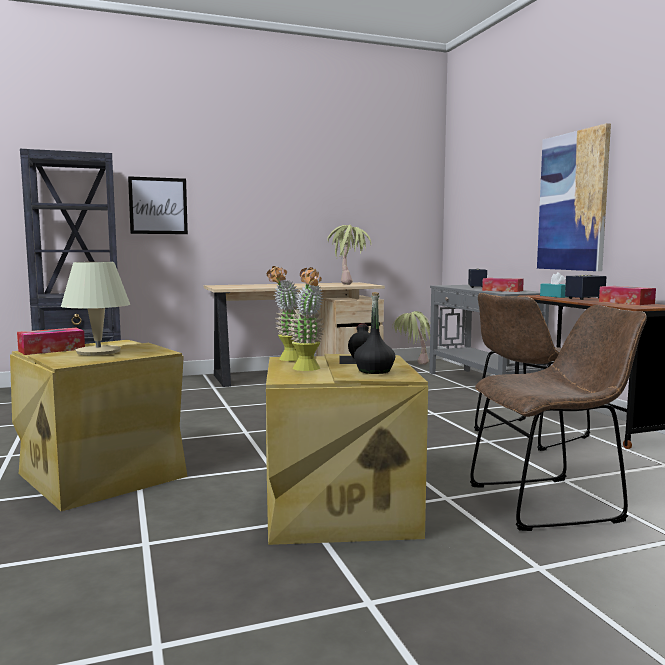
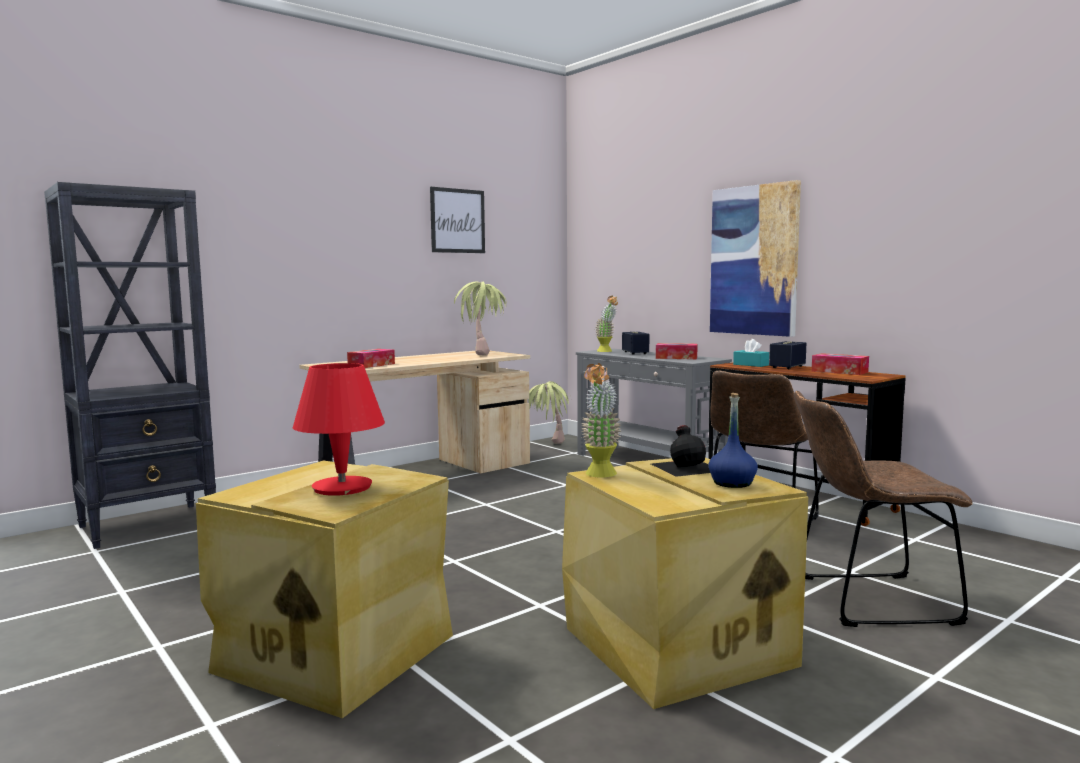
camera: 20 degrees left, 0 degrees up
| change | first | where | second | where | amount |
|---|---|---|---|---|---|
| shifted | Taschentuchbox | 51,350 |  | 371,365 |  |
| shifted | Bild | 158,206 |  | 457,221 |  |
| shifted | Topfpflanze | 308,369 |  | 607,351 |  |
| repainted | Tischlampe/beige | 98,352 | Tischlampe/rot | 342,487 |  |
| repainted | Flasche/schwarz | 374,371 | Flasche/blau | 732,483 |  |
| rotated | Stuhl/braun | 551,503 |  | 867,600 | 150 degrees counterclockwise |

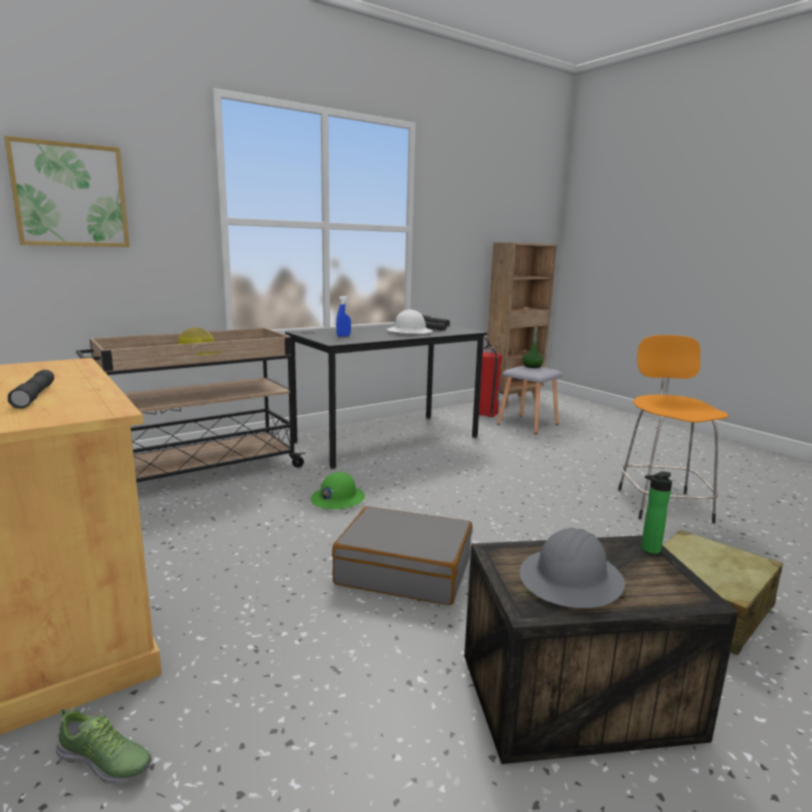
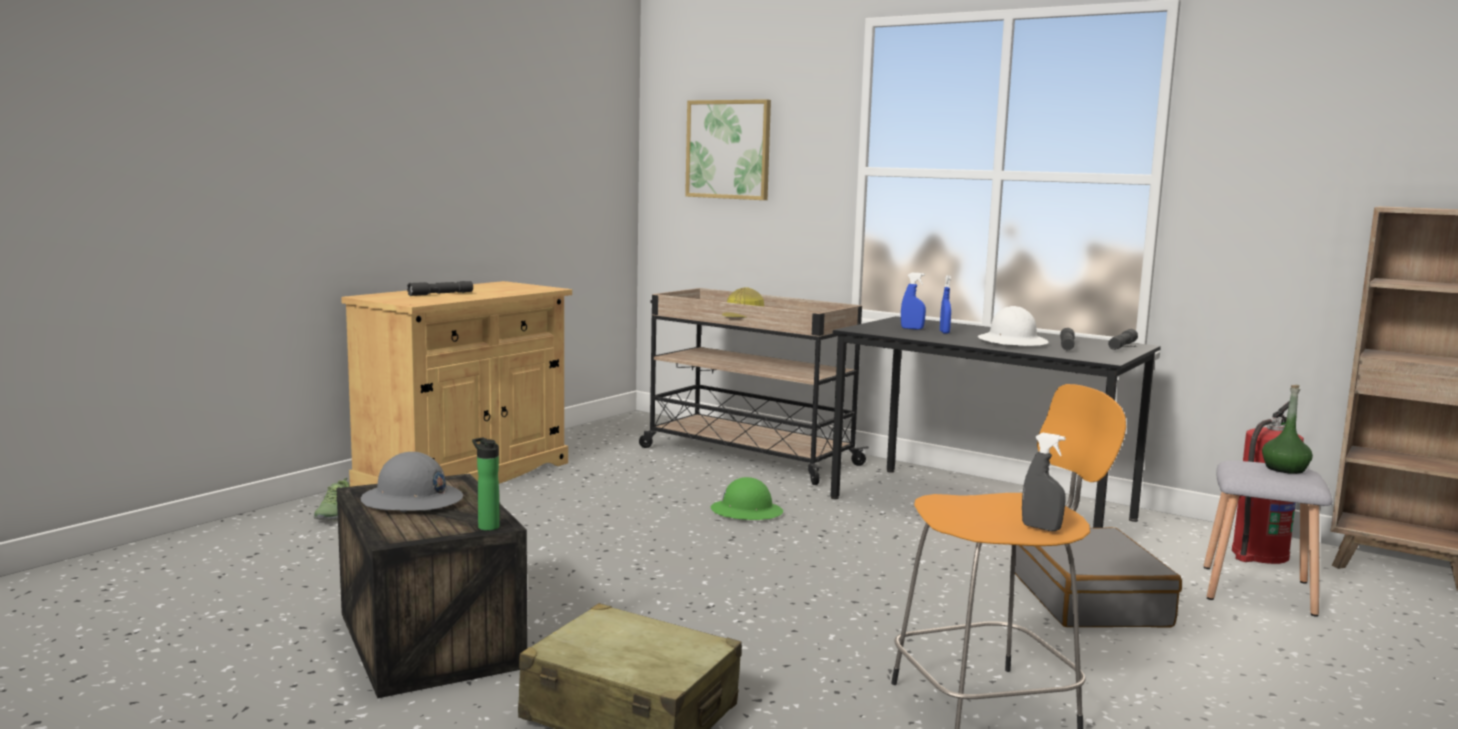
camera: 70 degrees right, 5 degrees down
| change | first | where | second | where | amount |
|---|---|---|---|---|---|
| new |  |  | Sprühflasche/blau | 944,332 |  |
| new |  |  | Sprühflasche/grau | 1041,528 |  |
| shifted | Koffer/grau | 404,571 |  | 1091,600 |  |

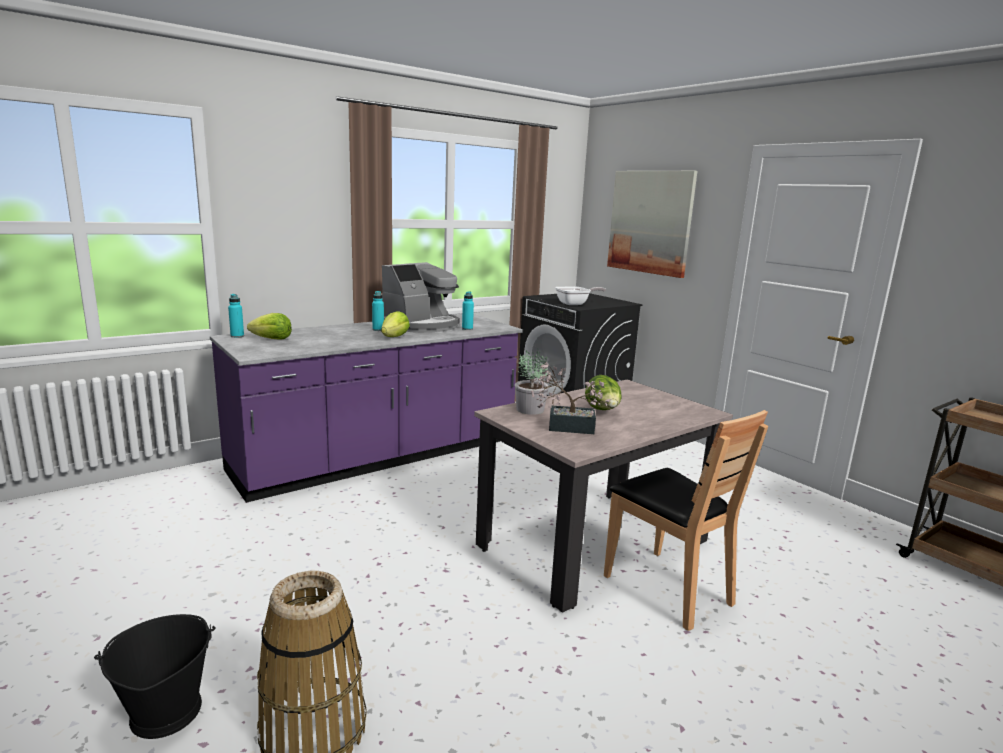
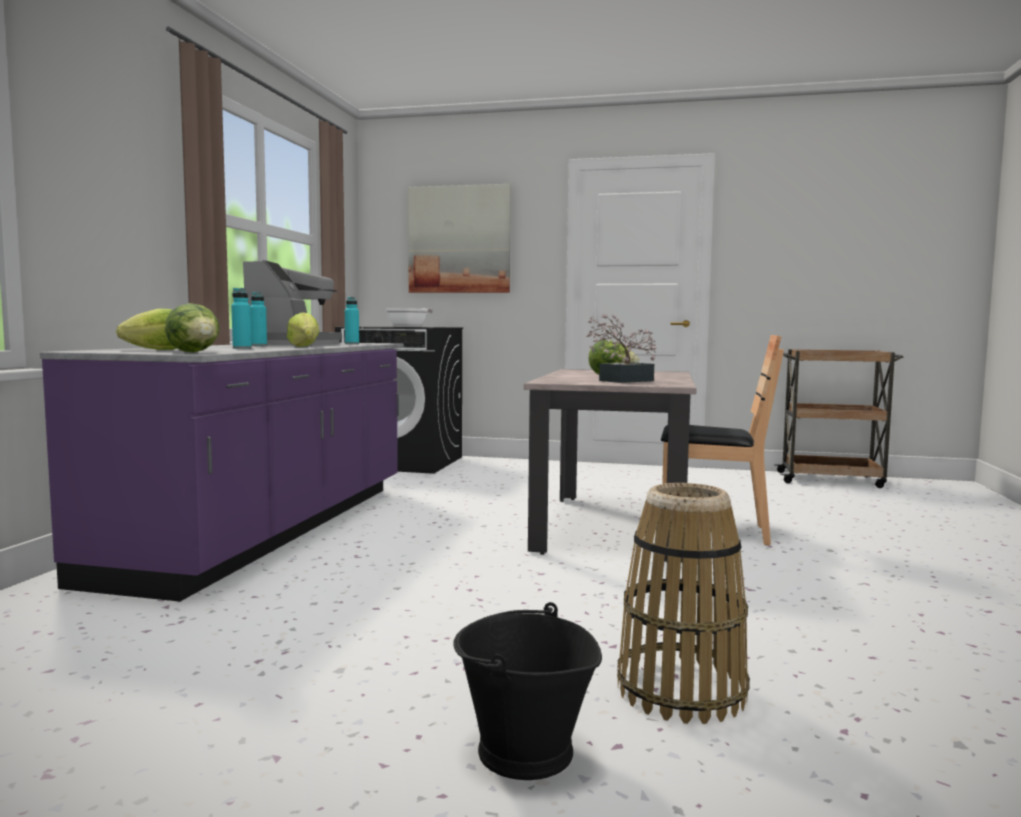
camera: 40 degrees left, 10 degrees down
| change | first | where | second | where | amount |
|---|---|---|---|---|---|
| gone | Topfpflanze | 529,409 |  |  |  |
| new |  |  | Salatkopf | 195,352 |  |
| shifted | Flasche/türkis | 237,336 |  | 242,348 |  |

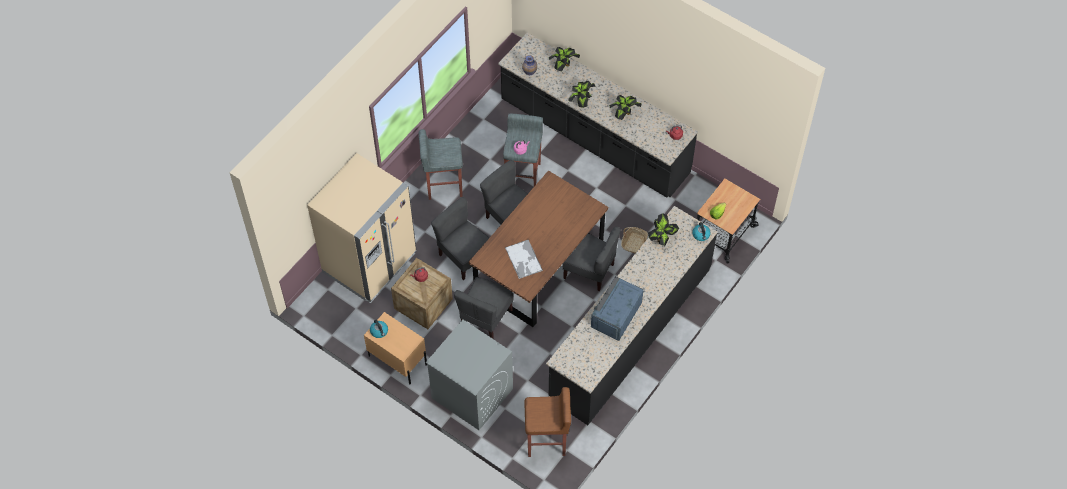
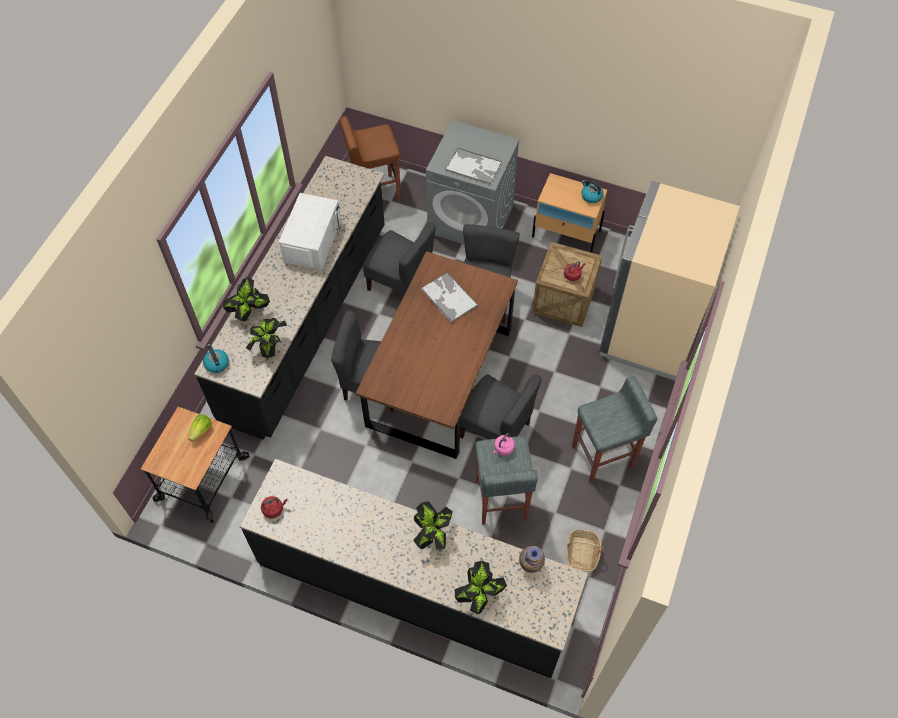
camera: 165 degrees right, 0 degrees up
| change | first | where | second | where | amount |
|---|---|---|---|---|---|
| new |  |  | Tablett | 474,167 |  |
| shifted | Stuhl/grau | 464,256 |  | 400,283 |  |
| shifted | Topfpflanze | 624,114 |  | 249,312 |  |
| shifted | Korb | 634,243 |  | 582,553 |  |
| repainted | Mikrowelle/blau | 616,315 | Mikrowelle/weiß | 312,240 |  |

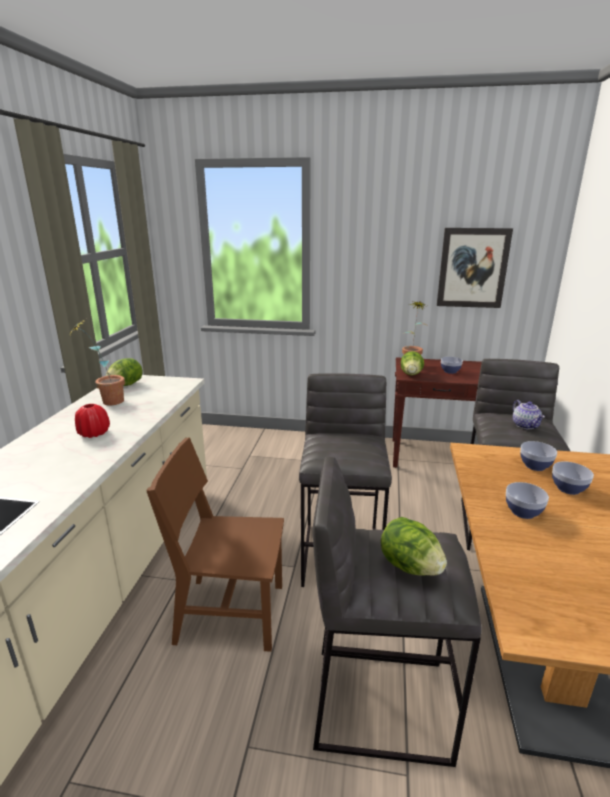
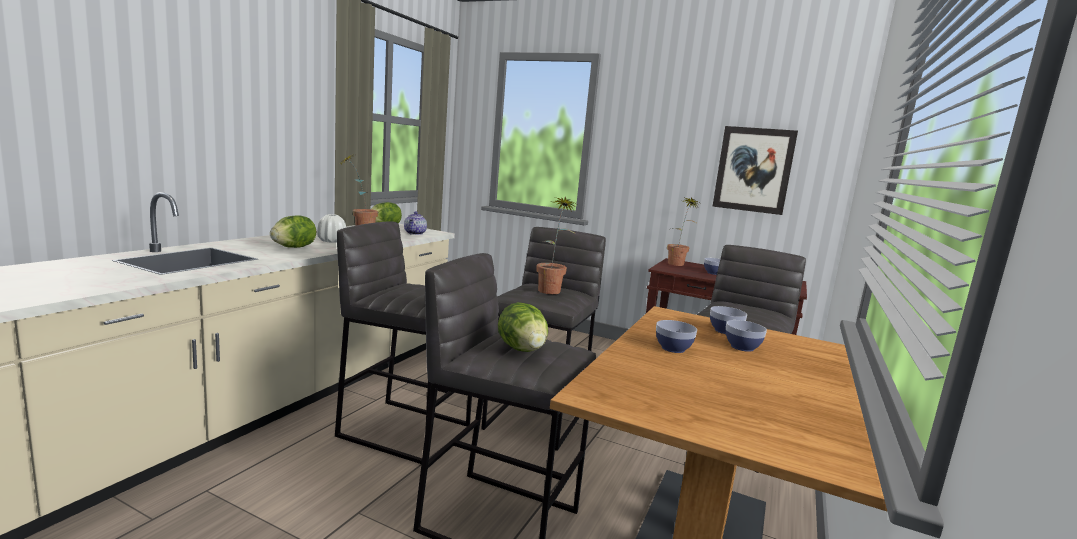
camera: 15 degrees right, 10 degrees down
| change | first | where | second | where | amount |
|---|---|---|---|---|---|
| new |  |  | Topfpflanze | 551,289 |  |
| shifted | Salatkopf | 411,374 |  | 293,247 |  |
| shifted | Teekanne | 526,425 |  | 415,233 |  |
| swapped | Stuhl/braun | 230,613 | Hocker/grau | 404,429 |  |
| repainted | Vase/rot | 94,433 | Vase/weiß | 332,241 |  |

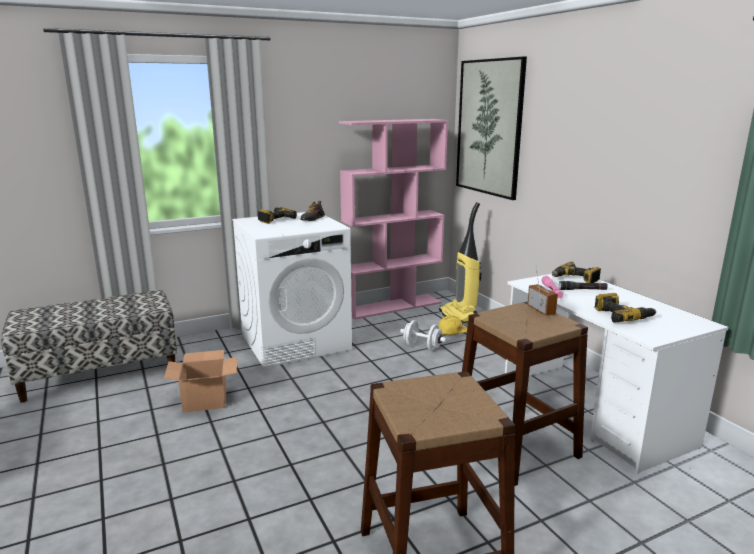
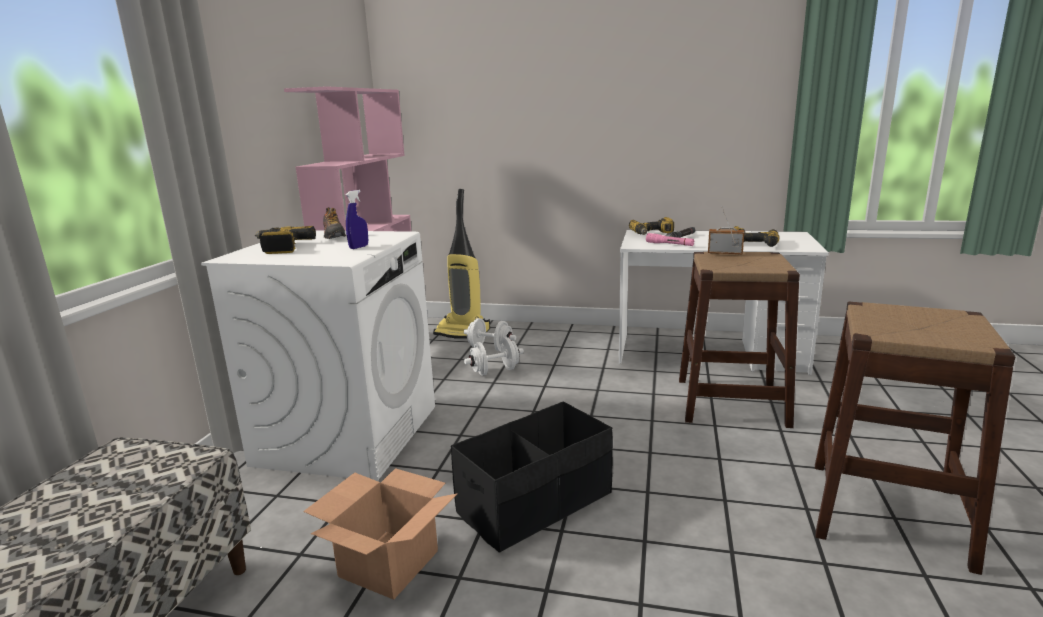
camera: 50 degrees left, 0 degrees up
| change | first | where | second | where | amount |
|---|---|---|---|---|---|
| gone | Bild | 489,127 |  |  |  |
| new |  |  | Sprühflasche/blau | 359,247 |  |
| new |  |  | Aufbewahrungsbox/schwarz | 535,503 |  |
| swapped | Schutzhelm/gelb | 451,333 | Hantel/weiß | 490,348 |  |

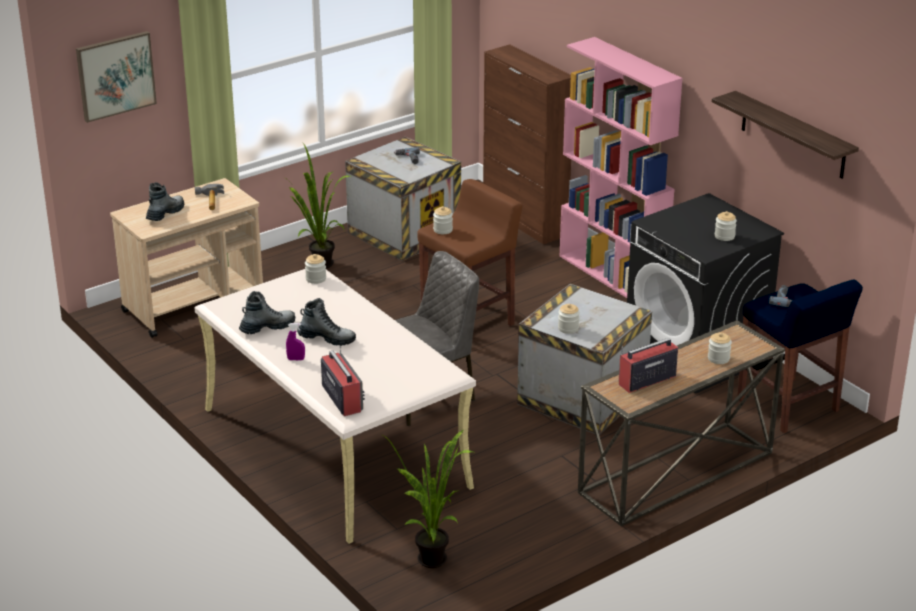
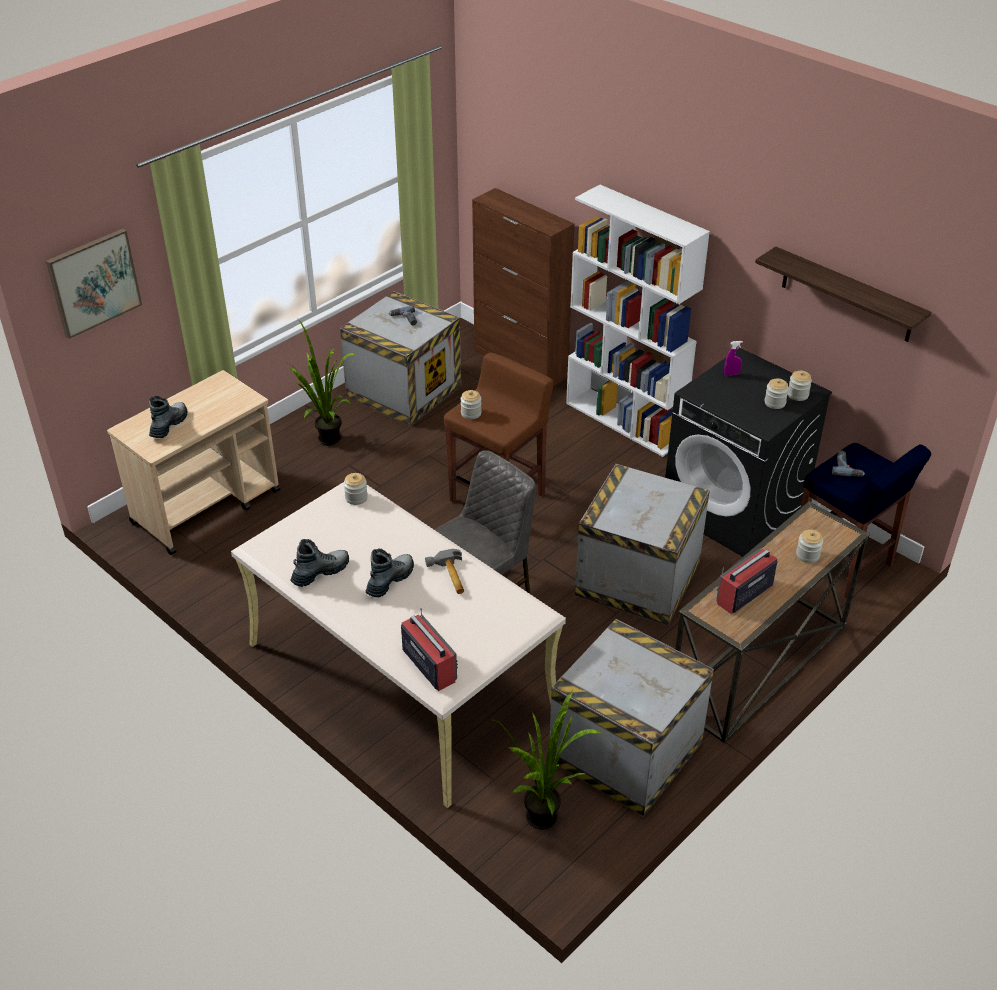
camera: 10 degrees left, 10 degrees up
| change | first | where | second | where | amount |
|---|---|---|---|---|---|
| new |  |  | Kiste | 624,752 |  |
| shifted | Hammer | 209,201 |  | 449,577 |  |
| shifted | Sprühflasche/lila | 296,359 |  | 731,374 |  |
| shifted | Vorratsglas | 568,328 |  | 798,395 |  |
| repainted | Bücherregal/rosa | 613,275 | Bücherregal/weiß | 625,421 |  |
| rotated | Stiefel | 327,338 |  | 390,580 | 60 degrees counterclockwise |

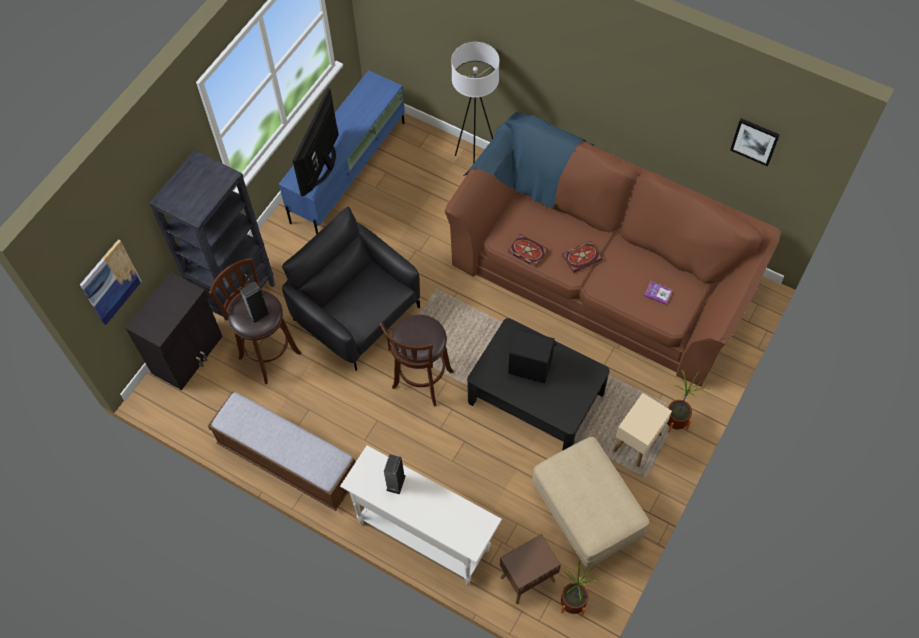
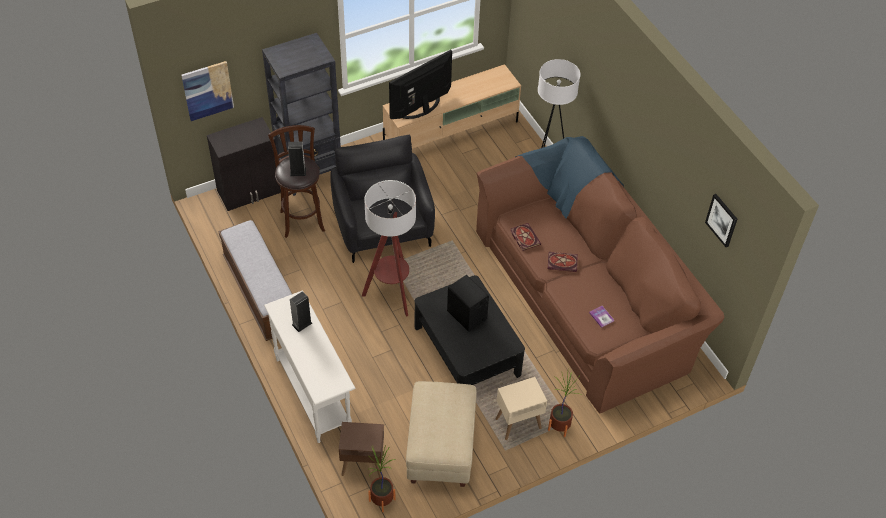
camera: 30 degrees right, 10 degrees down
| change | first | where | second | where | amount |
|---|---|---|---|---|---|
| swapped | Hocker/braun | 421,382 | Stehlampe | 392,295 |  |
| repainted | Fernsehschrank/blau | 349,171 | Fernsehschrank/beige | 452,133 |  |

